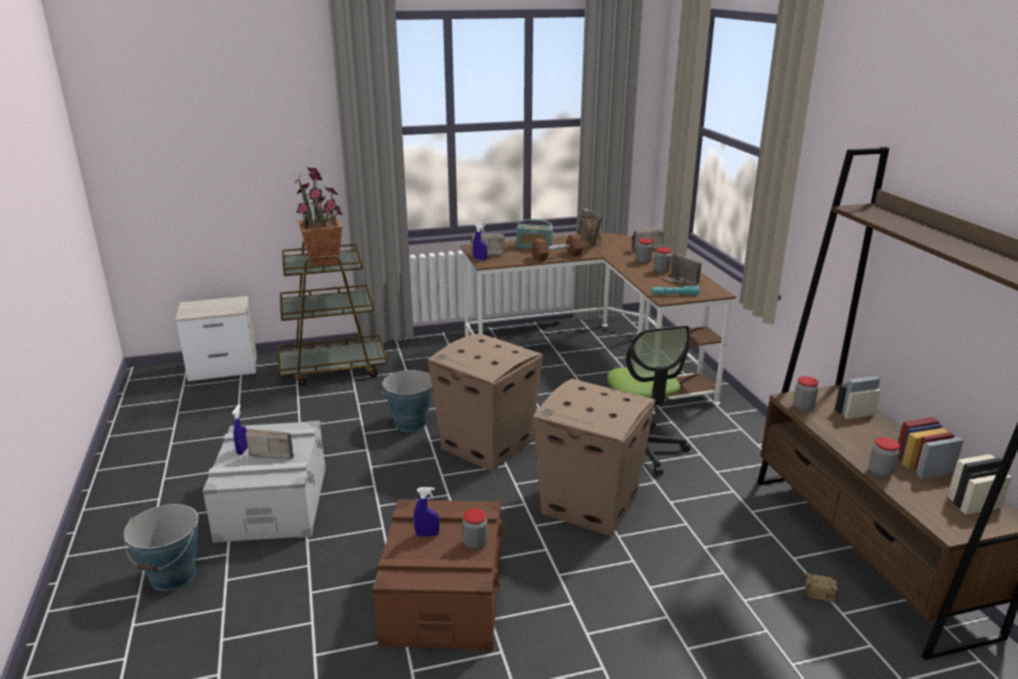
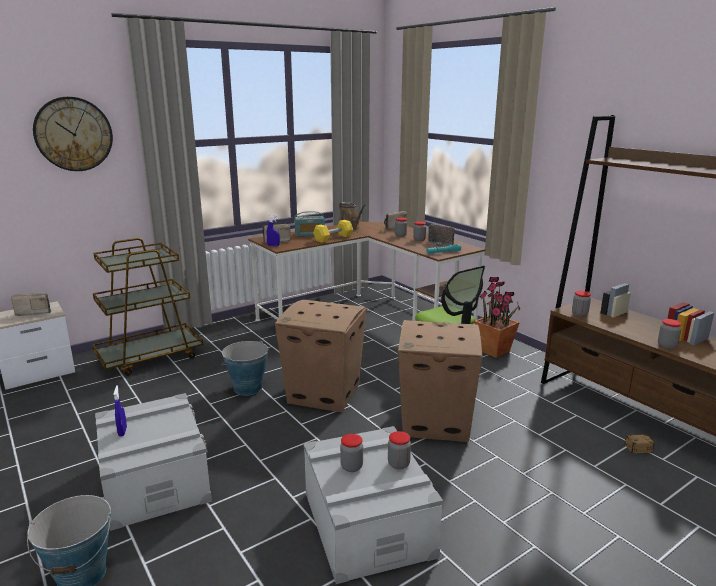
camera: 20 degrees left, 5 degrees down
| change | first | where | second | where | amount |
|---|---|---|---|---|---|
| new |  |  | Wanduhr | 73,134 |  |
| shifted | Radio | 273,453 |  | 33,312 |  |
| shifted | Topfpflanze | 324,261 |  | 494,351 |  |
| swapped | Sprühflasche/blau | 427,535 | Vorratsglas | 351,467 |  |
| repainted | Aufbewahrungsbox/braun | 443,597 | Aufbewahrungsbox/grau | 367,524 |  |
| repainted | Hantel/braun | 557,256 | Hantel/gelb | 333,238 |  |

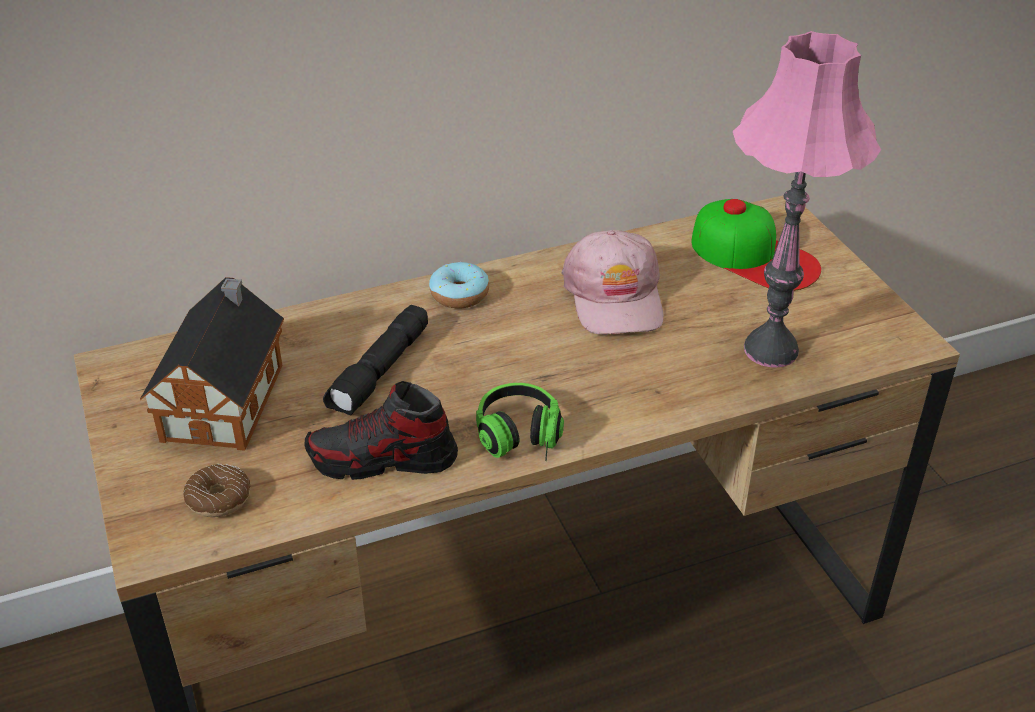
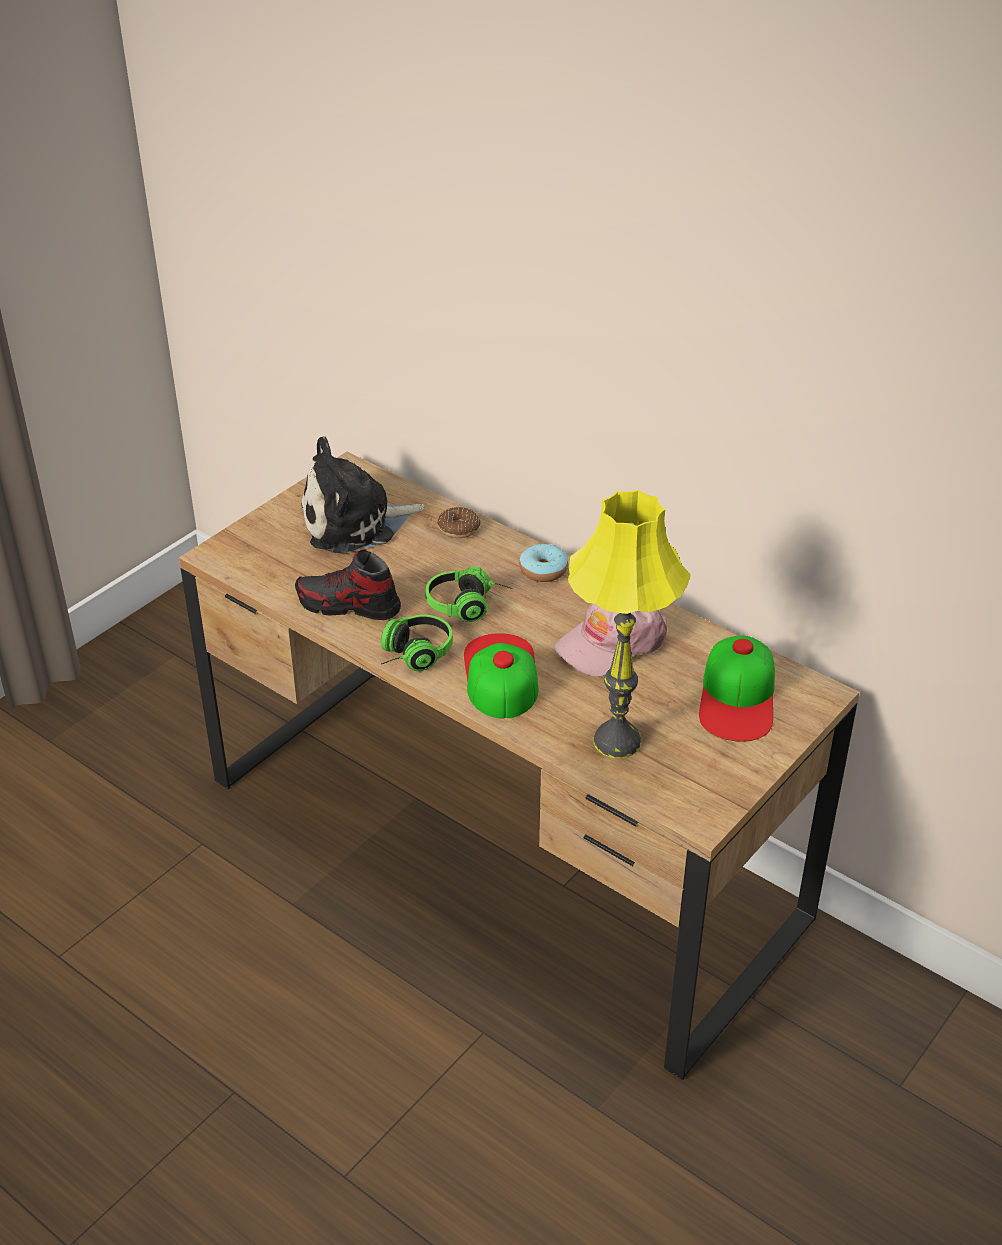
camera: 60 degrees right, 0 degrees up
| change | first | where | second | where | amount |
|---|---|---|---|---|---|
| gone | Taschenlampe/schwarz | 381,372 |  |  |  |
| new |  |  | Kopfhörer | 468,606 |  |
| new |  |  | Kappe | 500,675 |  |
| shifted | Donut | 219,498 |  | 458,529 |  |
| swapped | Spielzeughaus | 227,398 | Plüschtier | 355,523 |  |
| repainted | Tischlampe/rosa | 770,349 | Tischlampe/gelb | 617,741 |  |
| rotated | Schuh | 383,460 |  | 348,606 | 45 degrees counterclockwise |

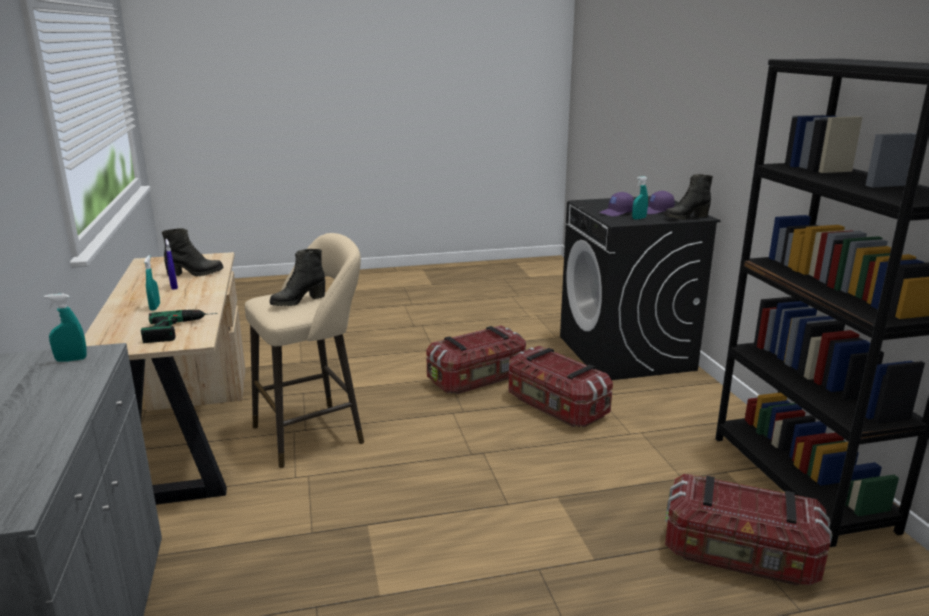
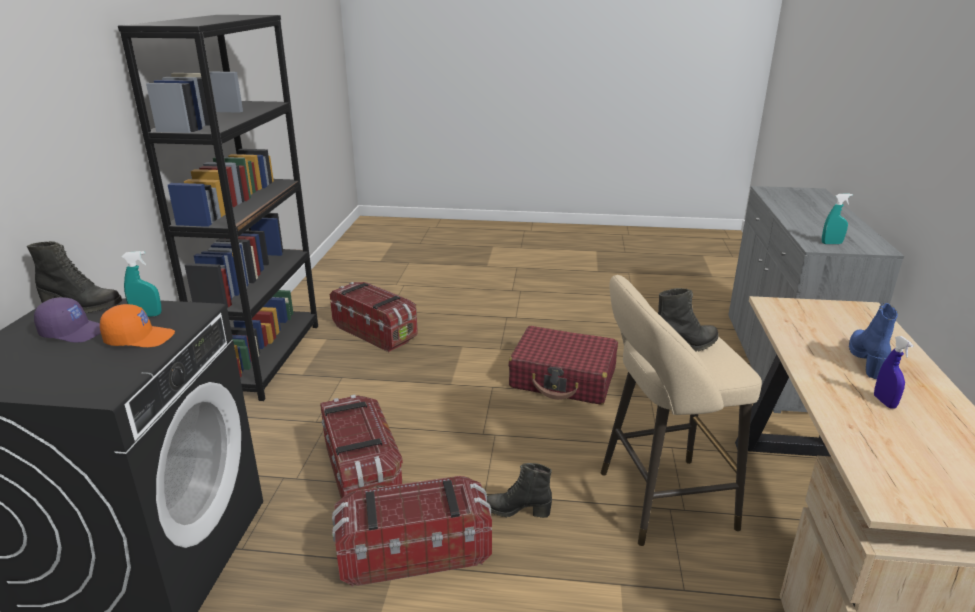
camera: 160 degrees left, 5 degrees up
| change | first | where | second | where | amount |
|---|---|---|---|---|---|
| gone | Bohrmaschine | 181,329 |  |  |  |
| new |  |  | Koffer/rot | 563,378 |  |
| shifted | Stiefel/schwarz | 195,273 |  | 517,510 |  |
| swapped | Sprühflasche/türkis | 155,307 | Stiefel/blau | 867,360 |  |
| repainted | Kappe/lila | 616,213 | Kappe/orange | 140,338 |  |

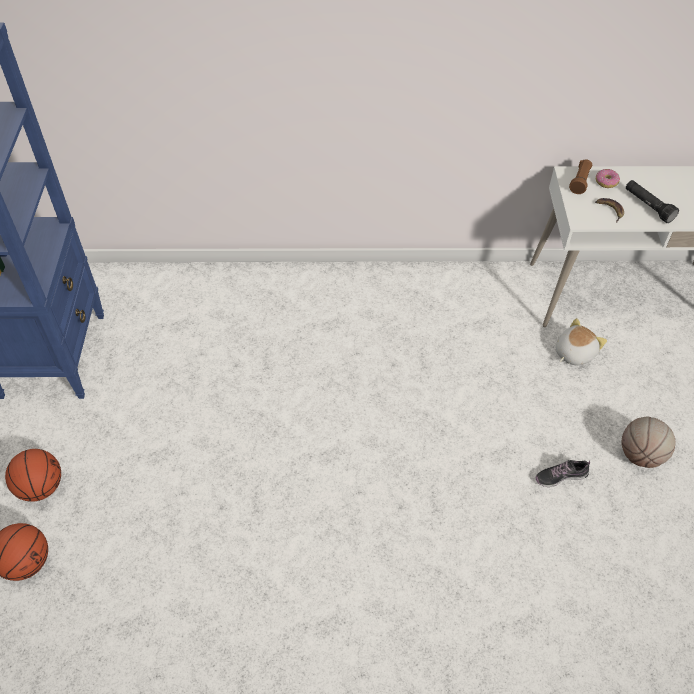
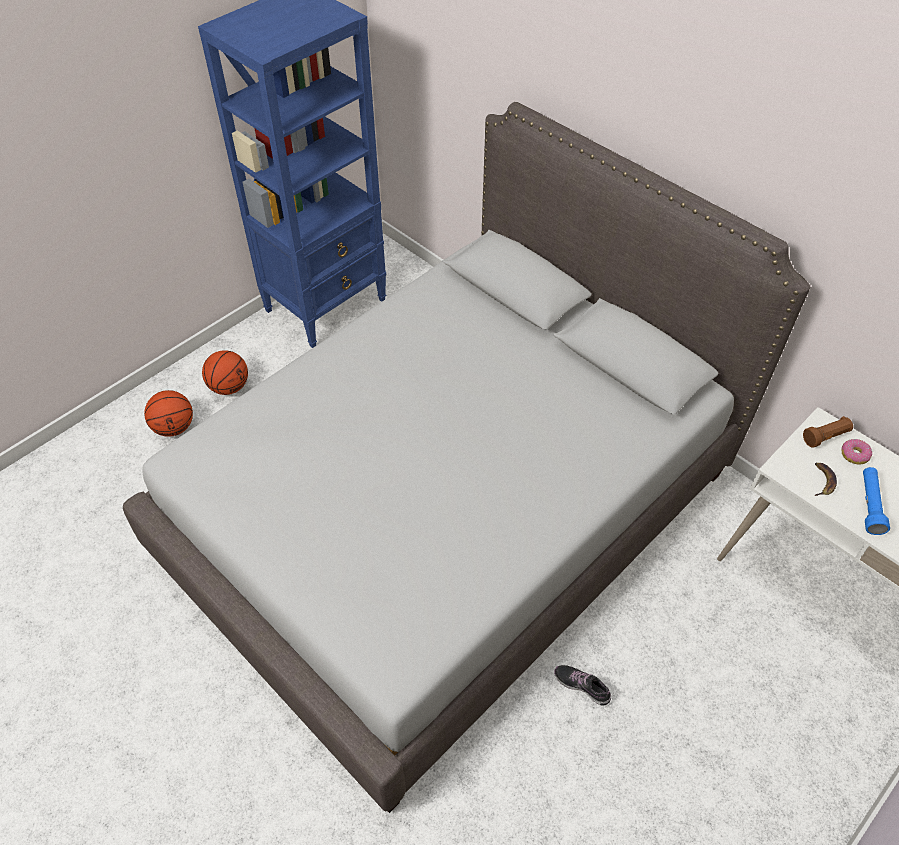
camera: 45 degrees right, 0 degrees up
| change | first | where | second | where | amount |
|---|---|---|---|---|---|
| gone | Plüschtier | 573,353 |  |  |  |
| gone | Basketball | 641,455 |  |  |  |
| new |  |  | Bett/grau | 450,514 |  |
| repainted | Taschenlampe/schwarz | 648,206 | Taschenlampe/blau | 869,505 |  |

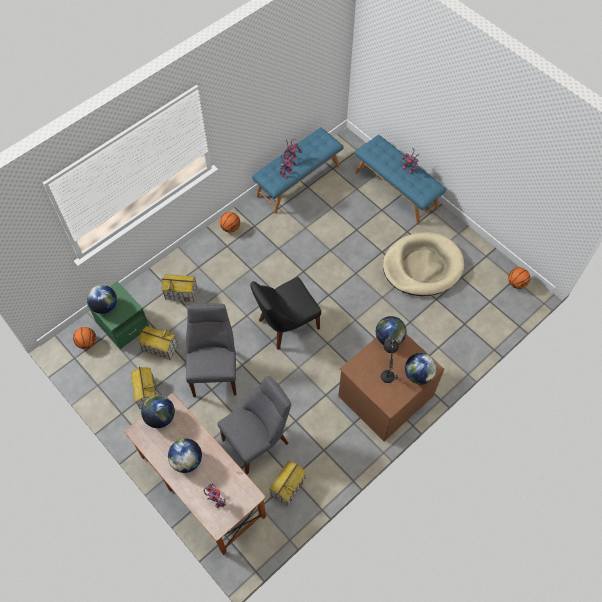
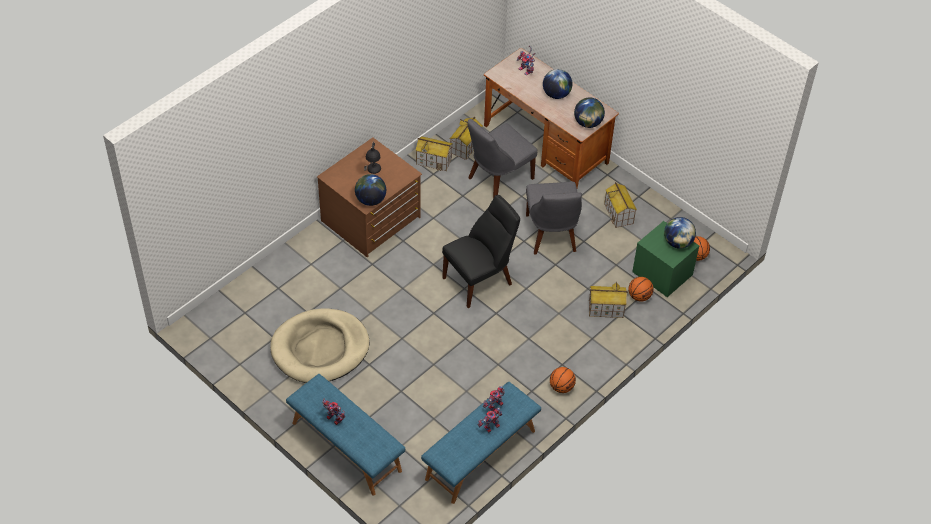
camera: 175 degrees right, 10 degrees down
| change | first | where | second | where | amount |
|---|---|---|---|---|---|
| gone | Globus | 418,375 |  |  |  |
| shifted | Spielzeughaus | 159,347 |  | 434,161 |  |
| shifted | Basketball | 516,283 |  | 639,296 |  |

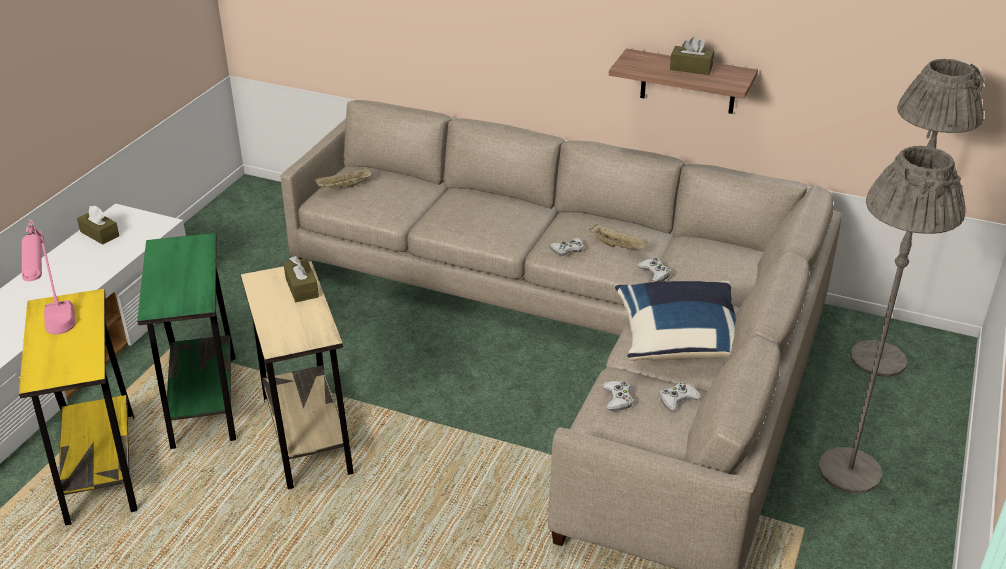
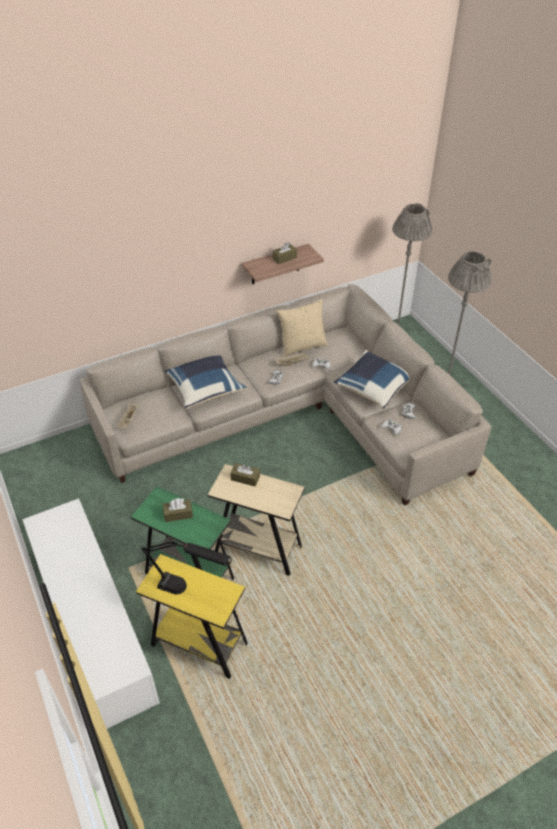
camera: 50 degrees left, 10 degrees up
| change | first | where | second | where | amount |
|---|---|---|---|---|---|
| new |  |  | Kissen/blau | 205,389 |  |
| new |  |  | Kissen/beige | 302,346 |  |
| shifted | Taschentuchbox/braun | 99,234 |  | 178,514 |  |
| repainted | Tischlampe/rosa | 60,338 | Tischlampe/schwarz | 190,590 |  |

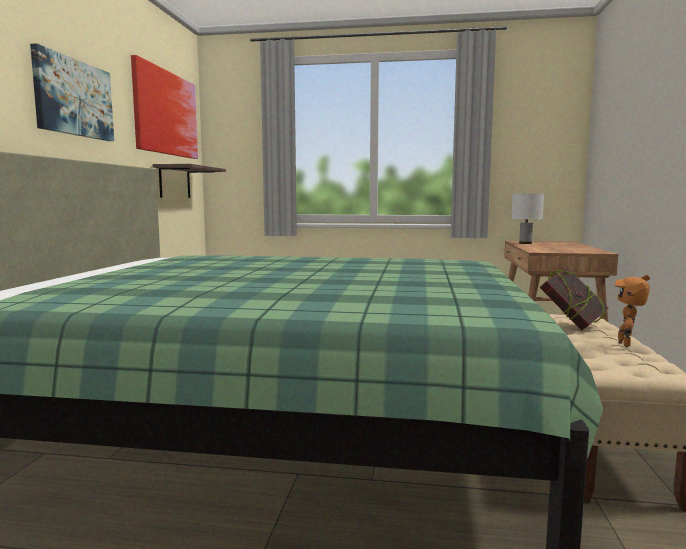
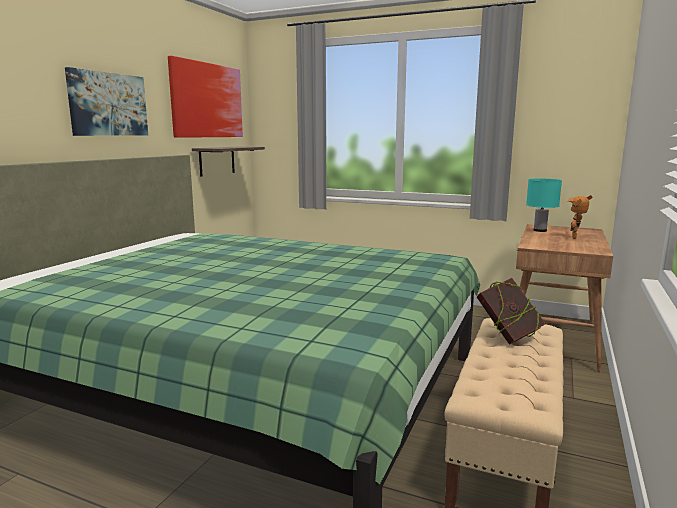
camera: 15 degrees right, 5 degrees up
| change | first | where | second | where | amount |
|---|---|---|---|---|---|
| shifted | Spielzeugroboter | 627,344 |  | 576,237 |  |
| repainted | Tischlampe/weiß | 525,243 | Tischlampe/türkis | 539,230 |  |

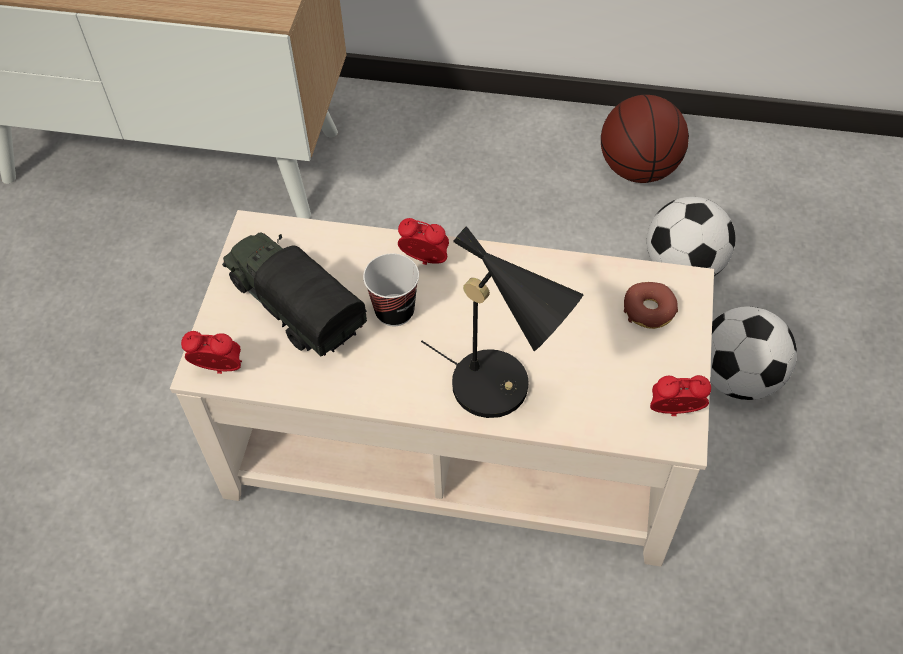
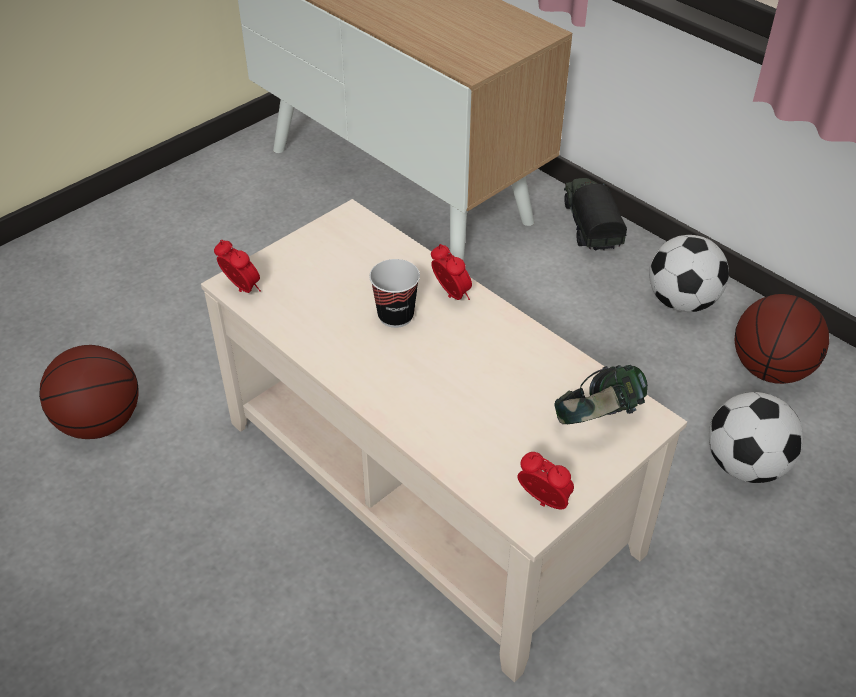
camera: 35 degrees right, 10 degrees down
| change | first | where | second | where | amount |
|---|---|---|---|---|---|
| gone | Tischlampe/schwarz | 502,389 |  |  |  |
| new |  |  | Basketball | 100,422 |  |
| shifted | Spielzeuglaster | 294,307 |  | 589,227 |  |
| shifted | Fußball | 737,377 |  | 682,301 |  |
| swapped | Donut | 649,310 | Kopfhörer | 597,420 |  |

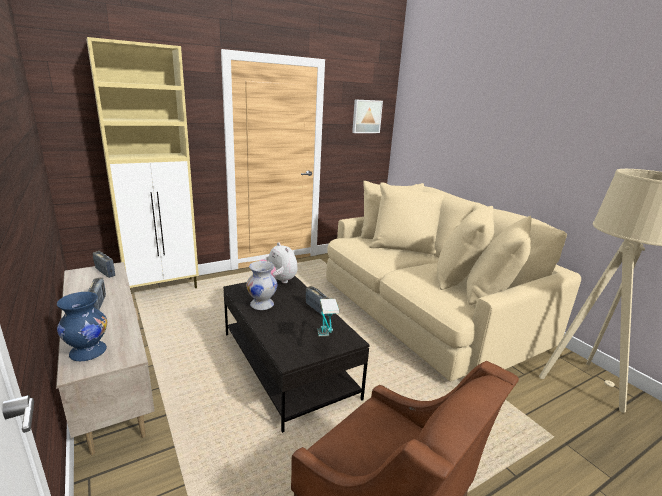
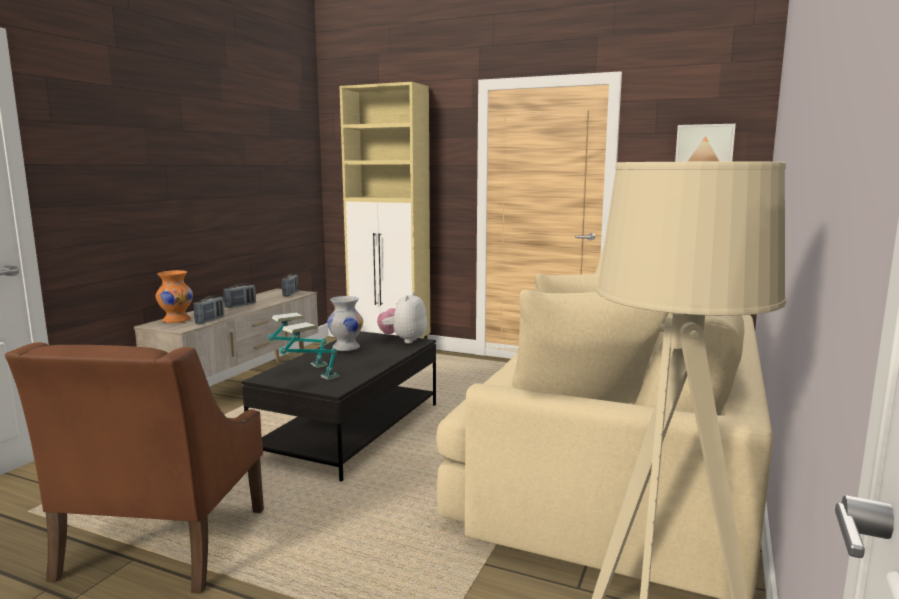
camera: 55 degrees right, 10 degrees down
| change | first | where | second | where | amount |
|---|---|---|---|---|---|
| new |  |  | Tischlampe | 299,369 |  |
| shifted | Radio | 317,309 |  | 210,320 |  |
| repainted | Vase/blau | 88,352 | Vase/orange | 176,320 |  |

